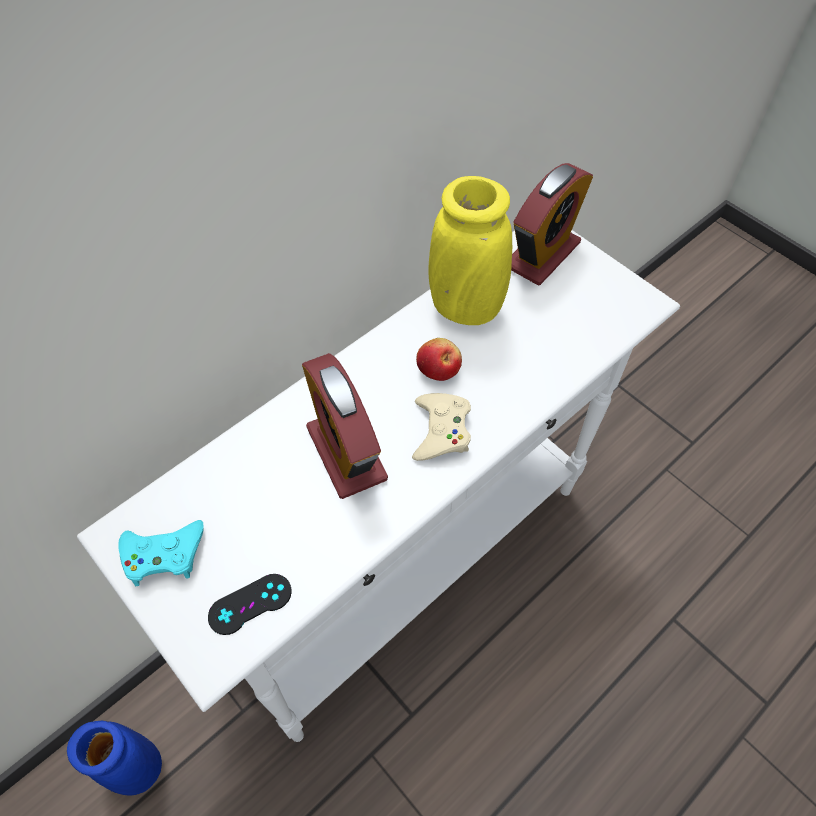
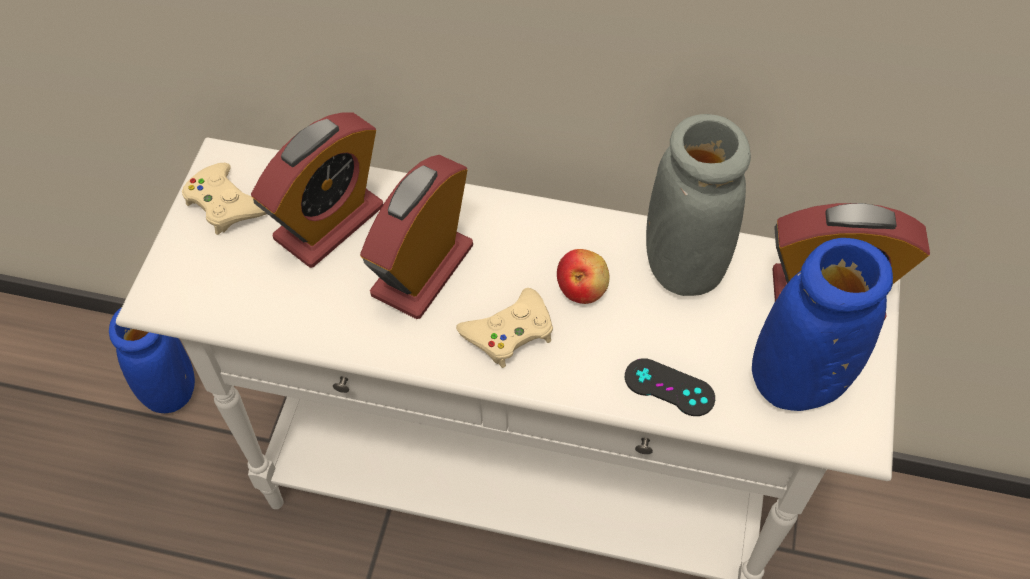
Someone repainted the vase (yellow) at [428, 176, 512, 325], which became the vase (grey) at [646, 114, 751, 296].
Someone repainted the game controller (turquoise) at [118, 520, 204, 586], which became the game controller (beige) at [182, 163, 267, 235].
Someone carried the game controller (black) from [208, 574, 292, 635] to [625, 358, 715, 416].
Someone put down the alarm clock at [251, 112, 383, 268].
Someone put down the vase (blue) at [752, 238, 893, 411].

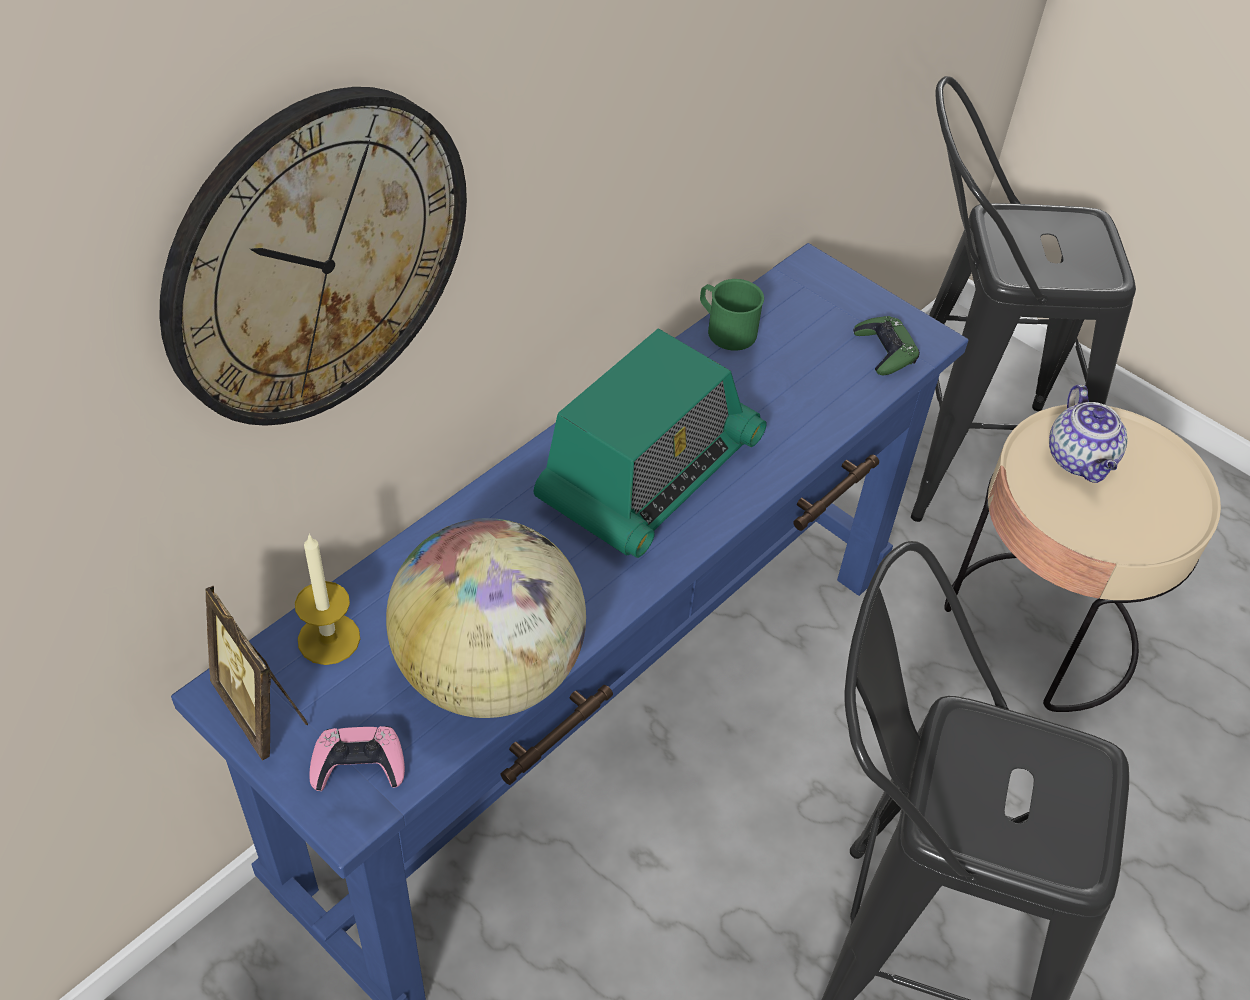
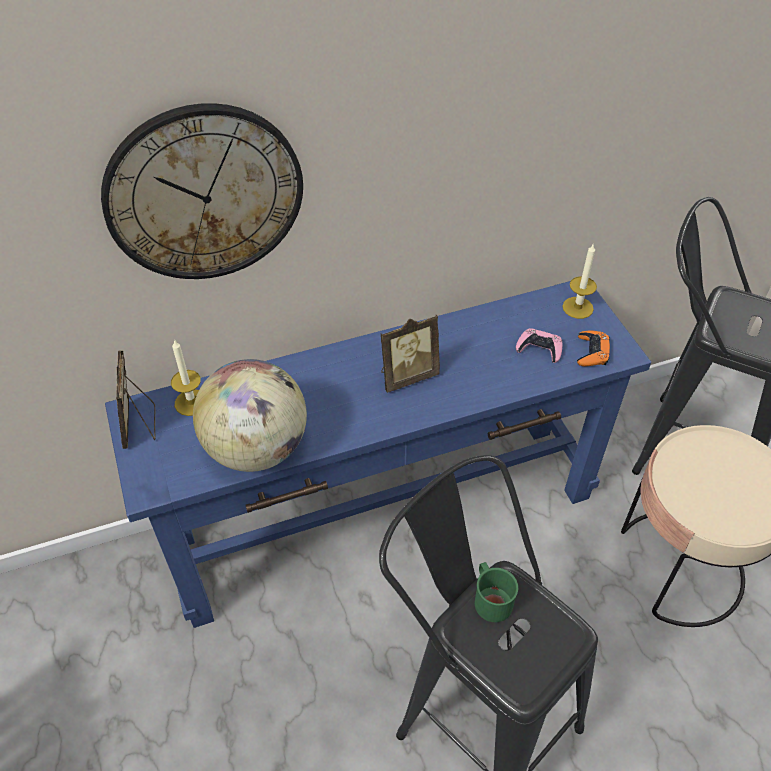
Someone carried the mug (green) from [700, 279, 764, 351] to [475, 562, 518, 622].
Someone repainted the game controller (green) at [853, 316, 920, 375], which became the game controller (orange) at [577, 331, 610, 367].
Someone swapped the radio at [534, 328, 767, 558] for the picture frame at [381, 315, 440, 393].
Someone took away the teapot at [1049, 384, 1127, 483].
Someone carried the game controller (pink) from [310, 726, 405, 791] to [516, 328, 562, 363].
Someone put down the candle at [562, 244, 597, 319].

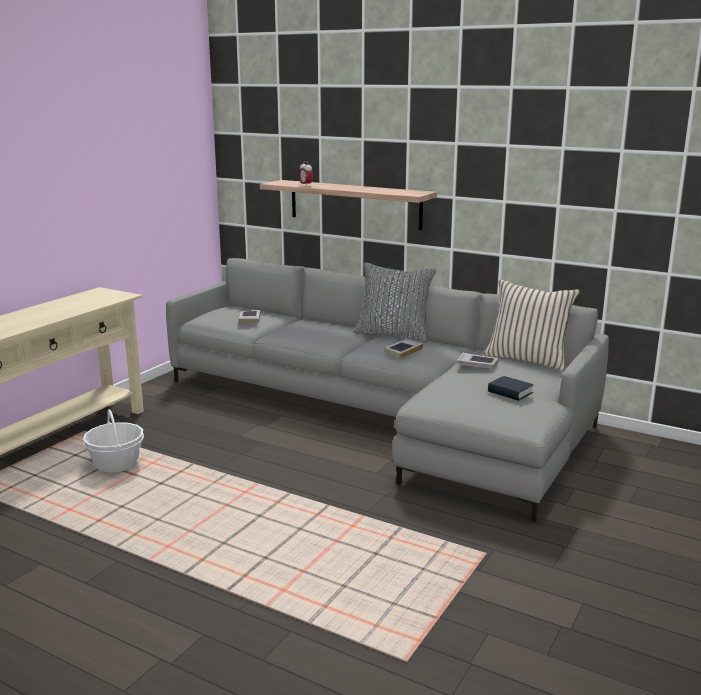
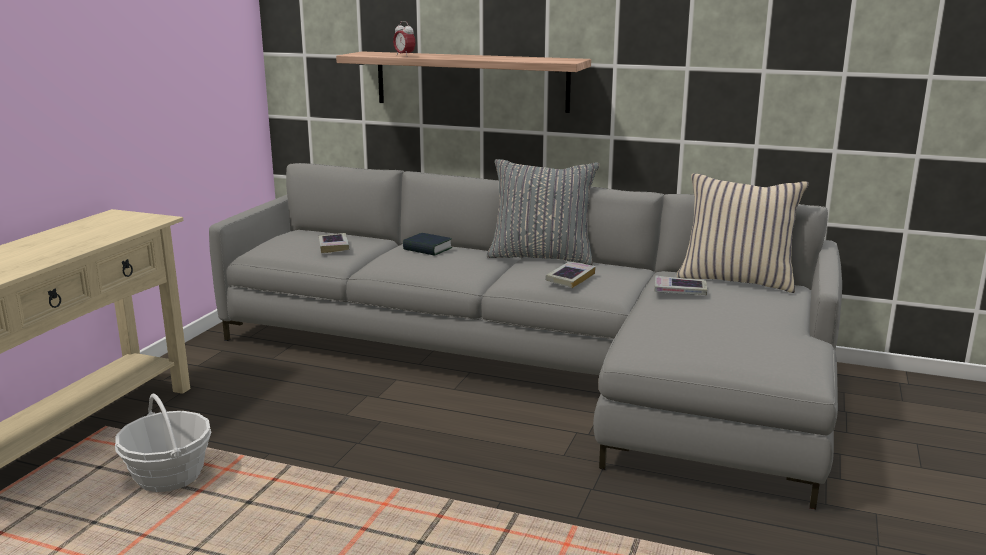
Someone carried the book from [488, 376, 534, 401] to [403, 233, 452, 256].

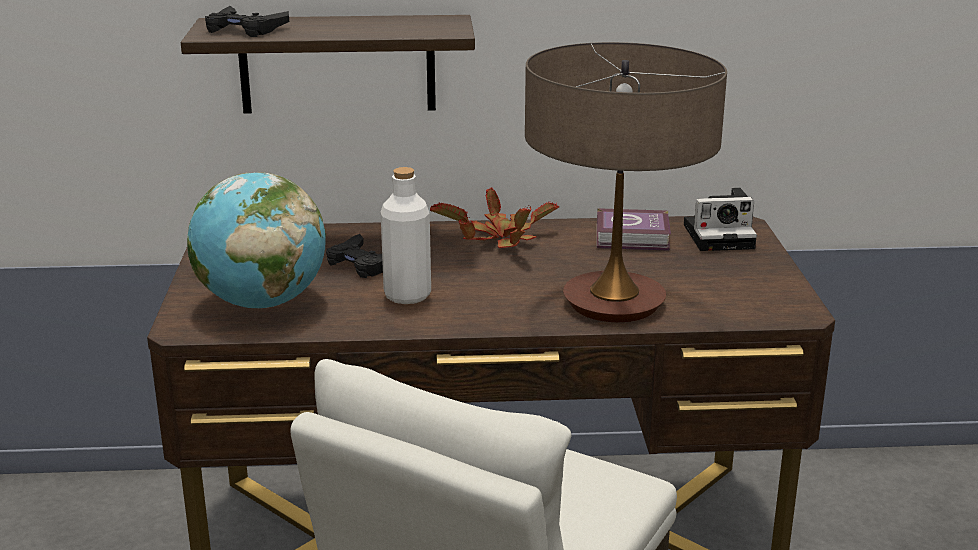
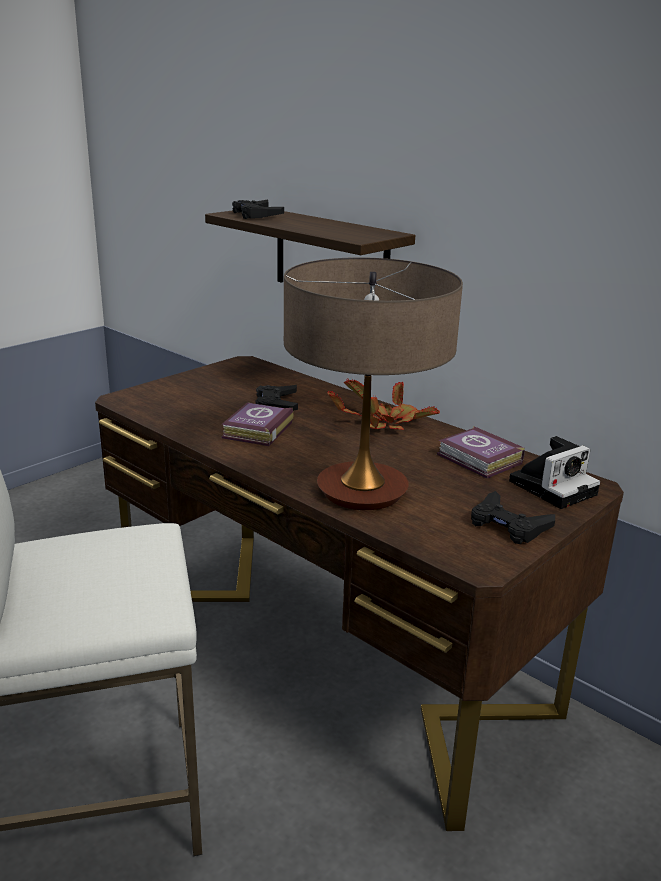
Someone swapped the bottle (white) at [381, 167, 431, 304] for the book at [221, 402, 293, 446].
Someone took away the globe at [187, 172, 326, 308].
Someone rotated the photo camera at [684, 187, 757, 251] by 75 degrees counterclockwise.
Someone put down the game controller (black) at [471, 491, 555, 544].

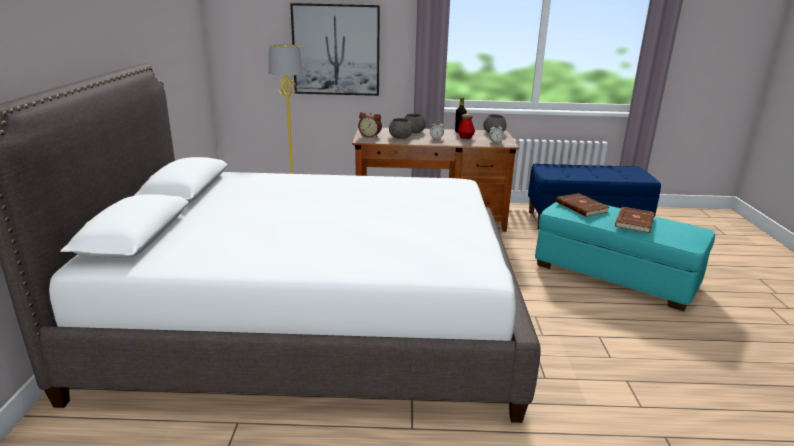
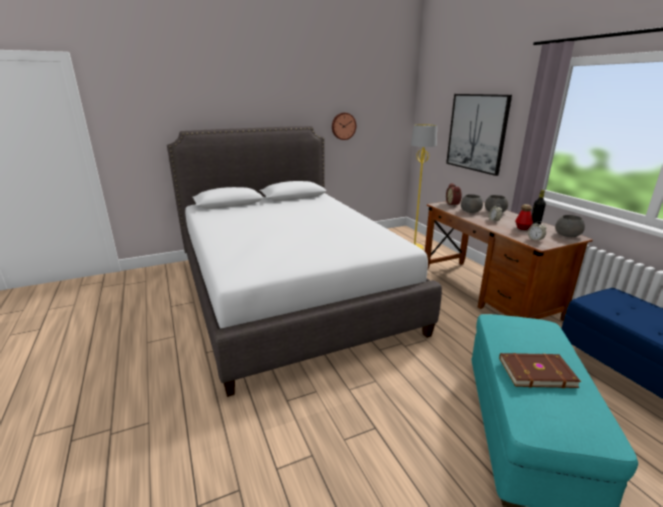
Someone took away the book (brown) at [556, 193, 610, 217].
Someone put up the wall clock at [332, 113, 356, 140].

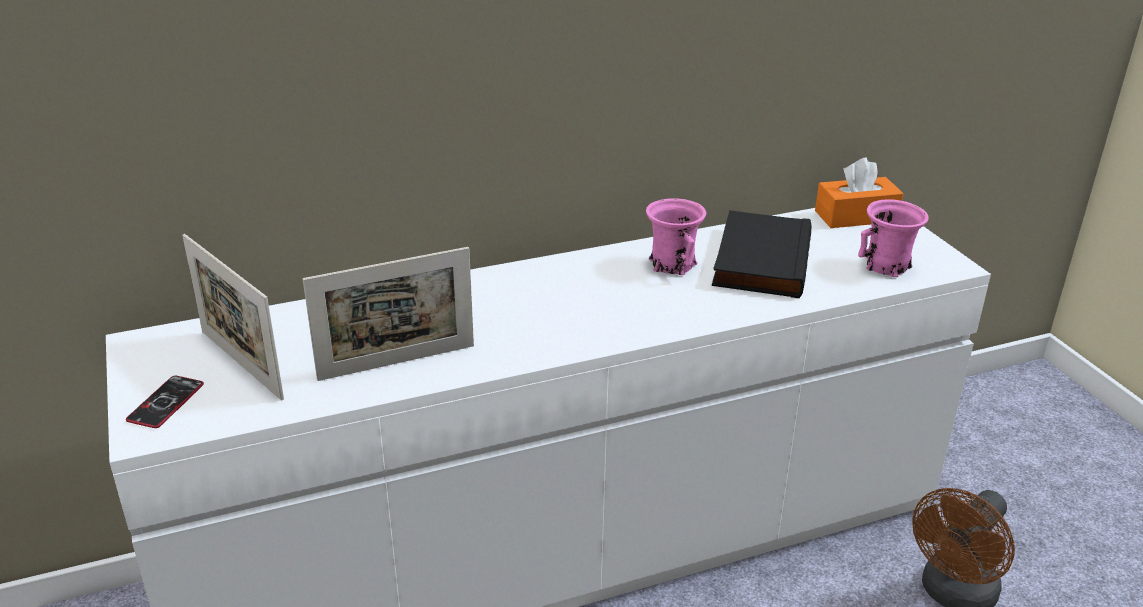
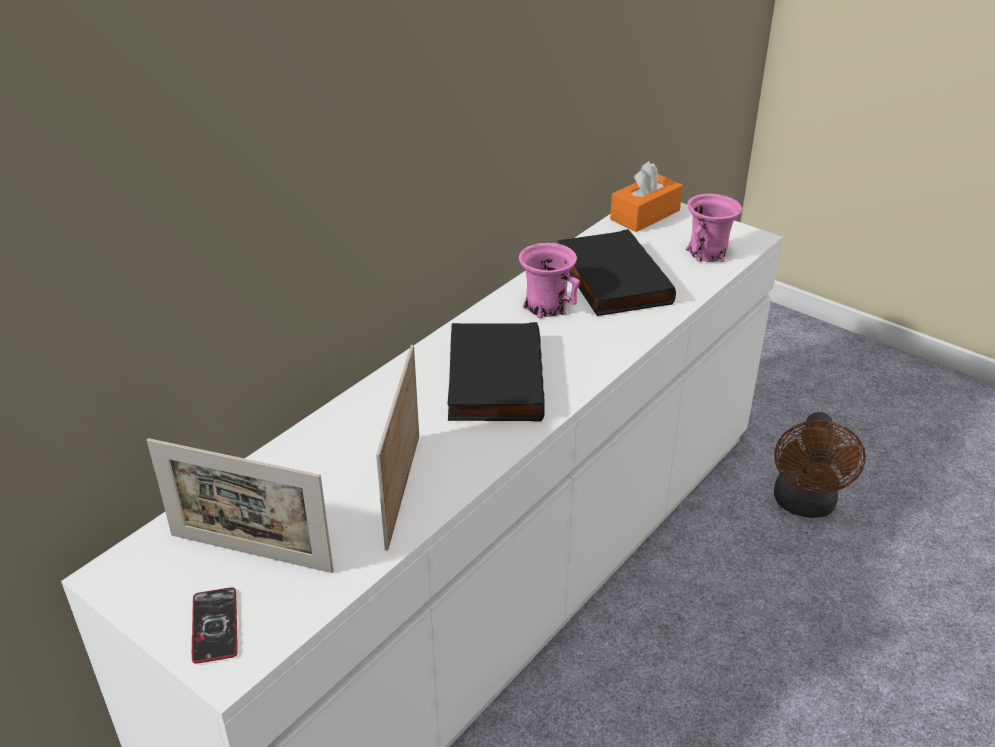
Someone rotated the picture frame at [303, 247, 474, 381] by 150 degrees clockwise.
Someone put down the book (black) at [447, 322, 545, 421].

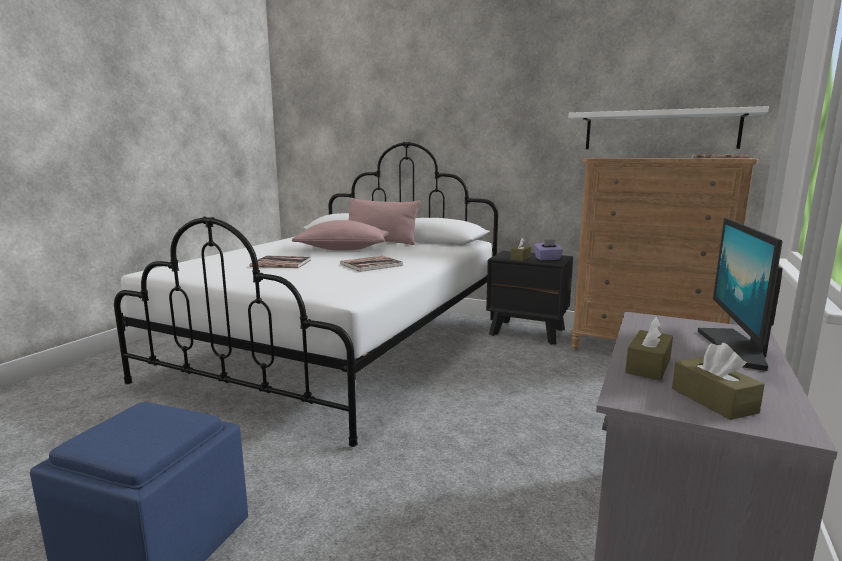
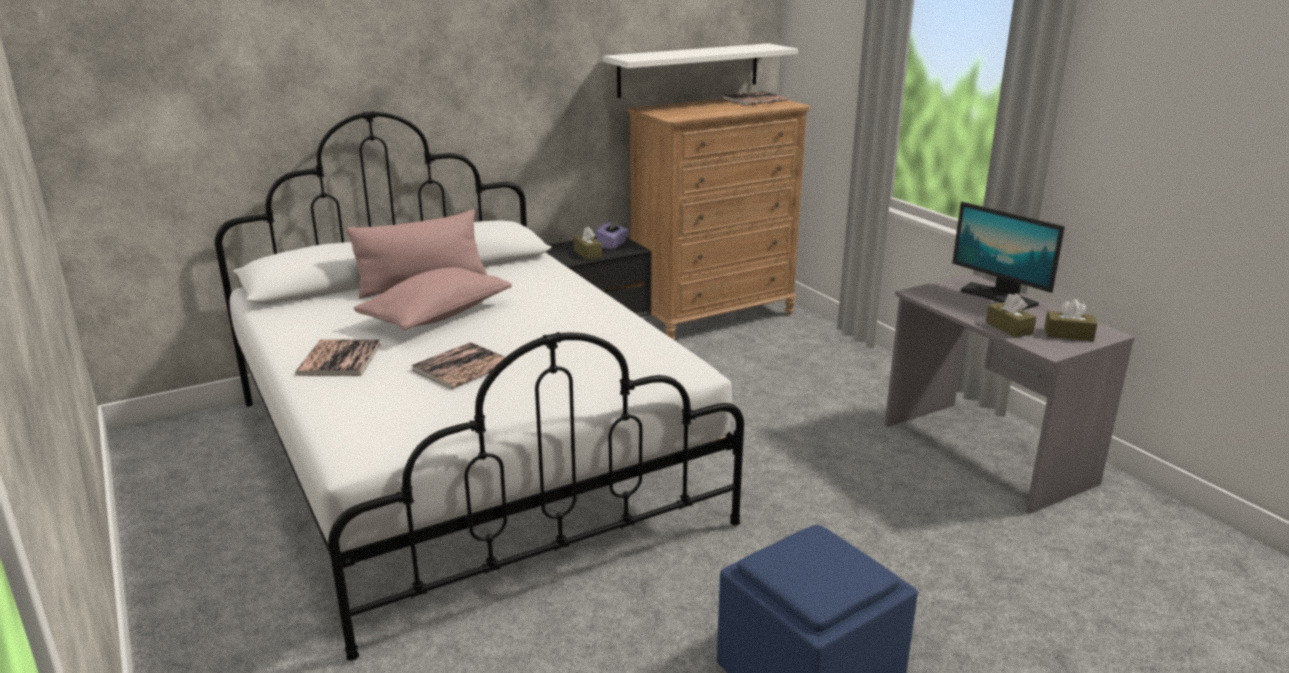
Someone carried the book from [340, 256, 404, 272] to [295, 339, 381, 376].

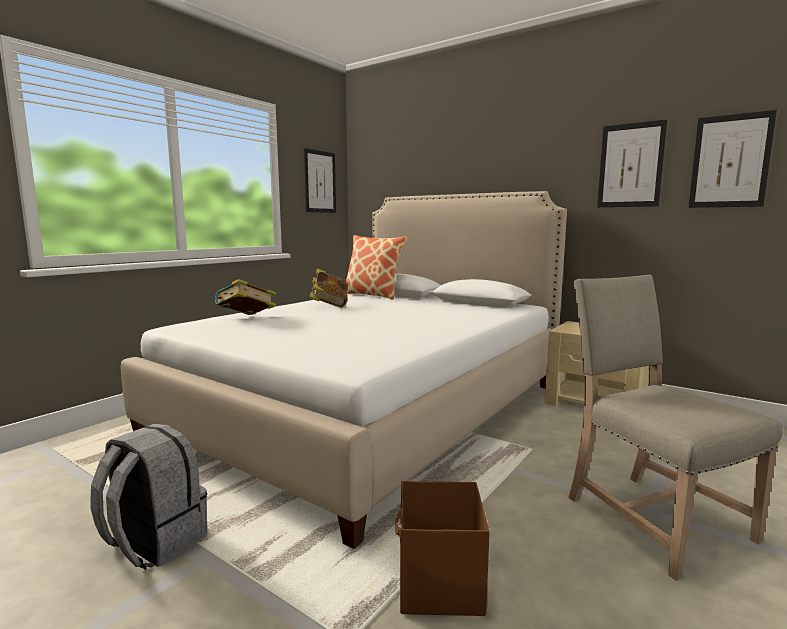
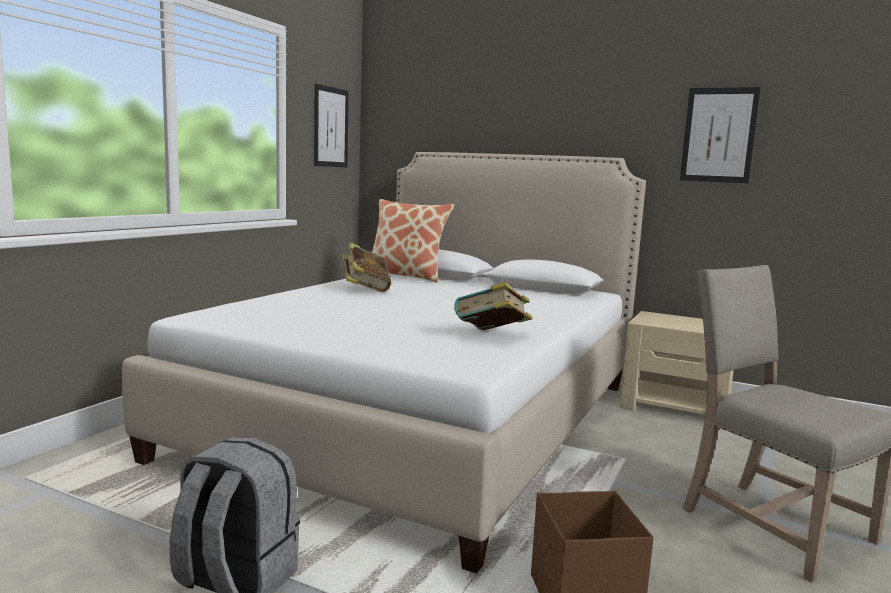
Someone took away the picture at [688, 110, 777, 208].
Someone carried the book from [213, 279, 276, 315] to [454, 282, 533, 330].

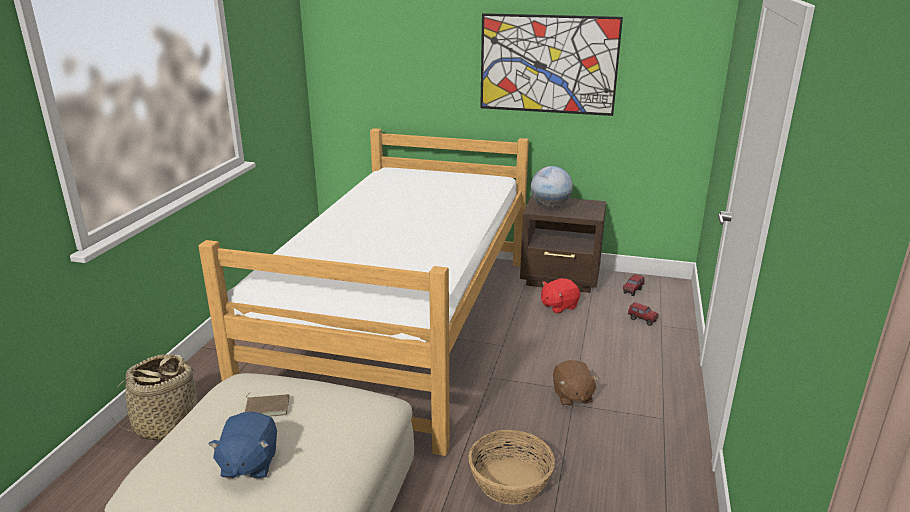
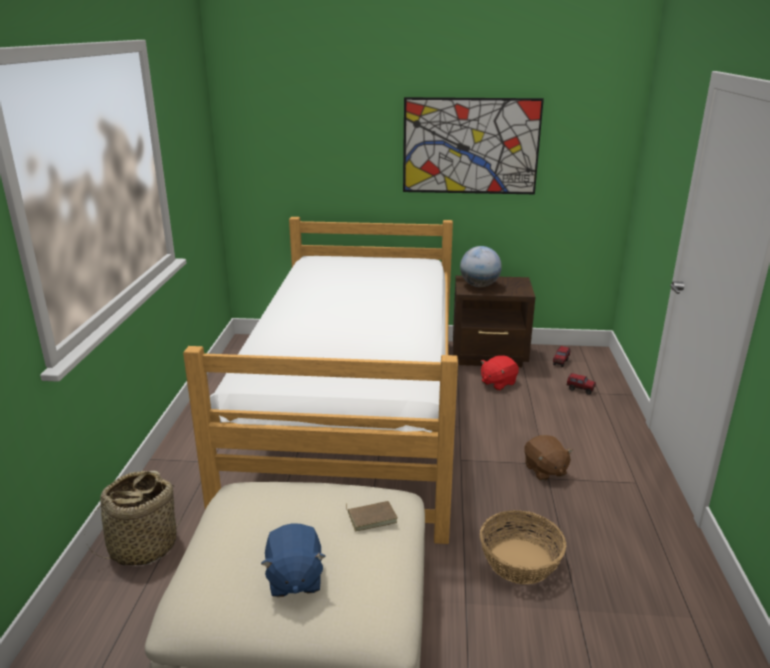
Someone carried the book (brown) from [245, 394, 289, 417] to [346, 501, 398, 531].

